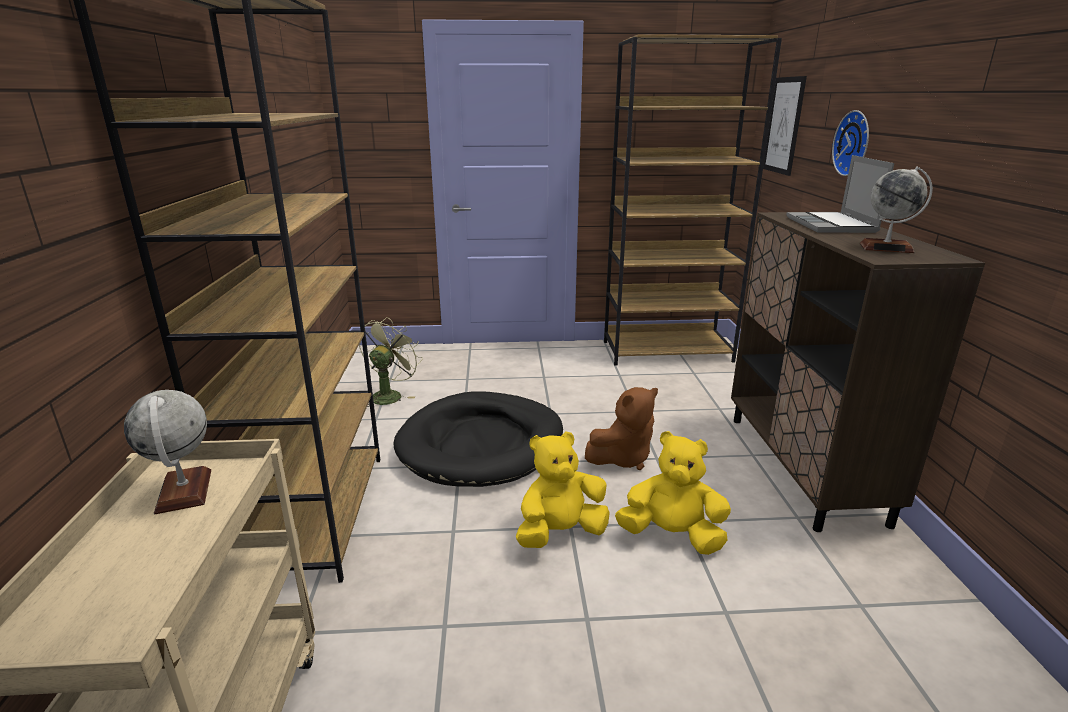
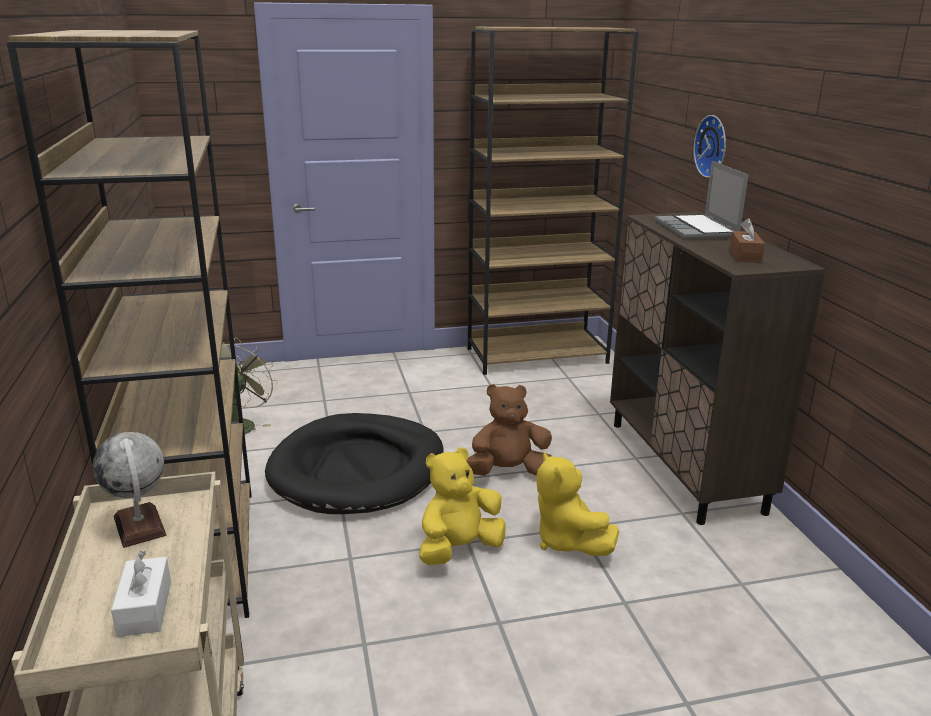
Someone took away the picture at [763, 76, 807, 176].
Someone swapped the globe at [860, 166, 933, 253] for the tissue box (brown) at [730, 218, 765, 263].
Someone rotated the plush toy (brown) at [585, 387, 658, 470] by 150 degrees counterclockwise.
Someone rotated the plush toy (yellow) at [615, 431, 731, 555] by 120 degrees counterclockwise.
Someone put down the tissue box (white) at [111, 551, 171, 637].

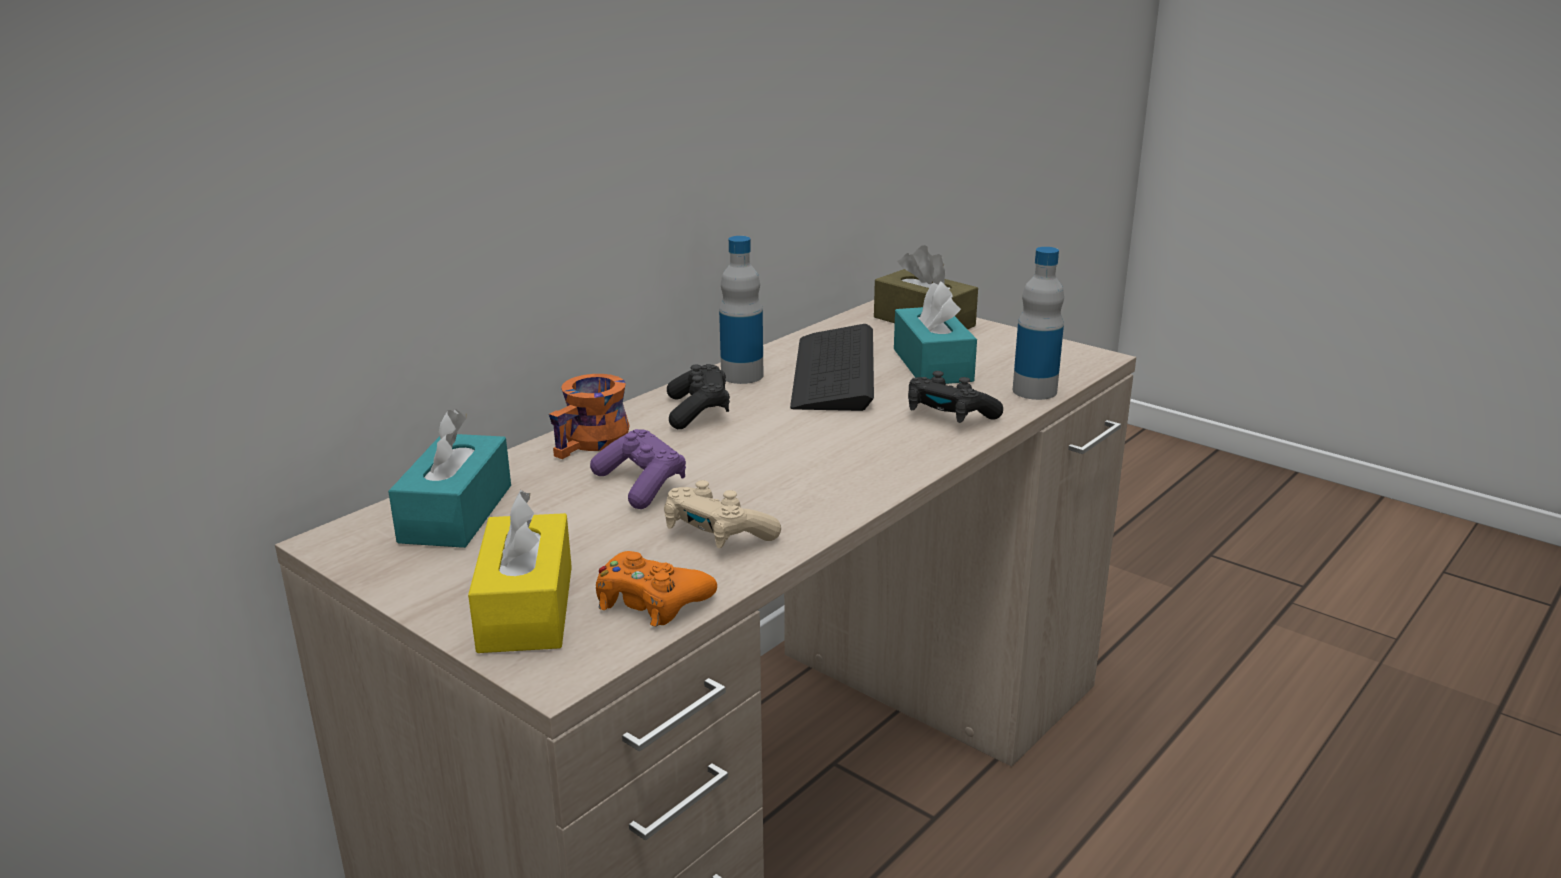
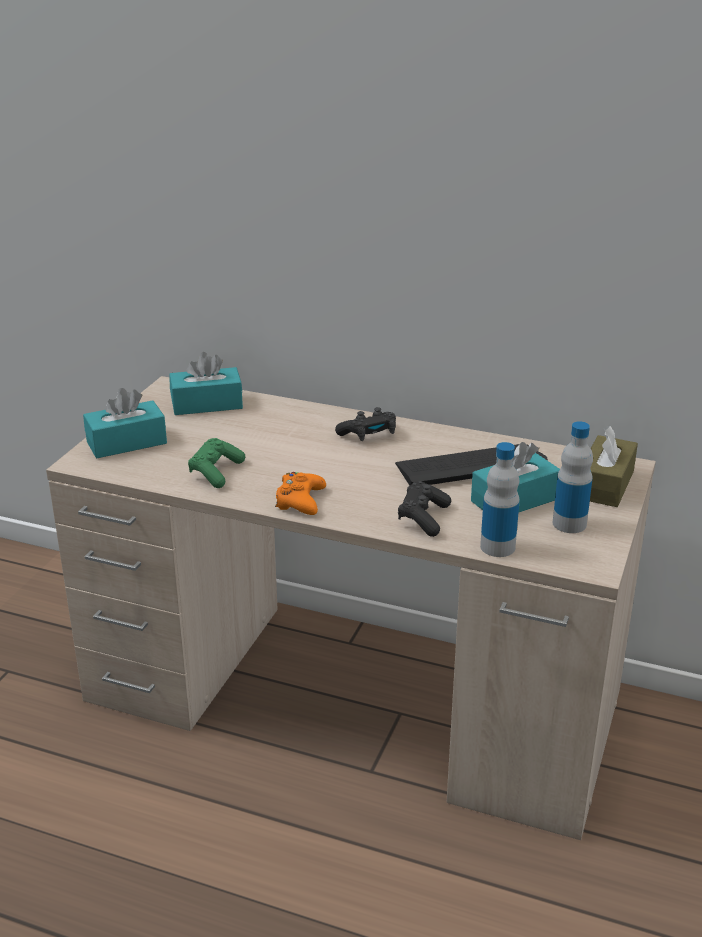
Someone carried the bottle from [719, 236, 764, 384] to [553, 421, 593, 533].
Someone took away the mug (orange) at [549, 374, 630, 459].
Someone took away the game controller (purple) at [590, 429, 686, 509].
Someone repainted the game controller (beige) at [664, 480, 781, 548], which became the game controller (green) at [188, 438, 245, 488].
Someone repainted the tissue box (yellow) at [468, 490, 572, 653], which became the tissue box (turquoise) at [83, 388, 167, 458].
Someone carried the game controller (orange) from [596, 551, 717, 627] to [275, 472, 326, 515].

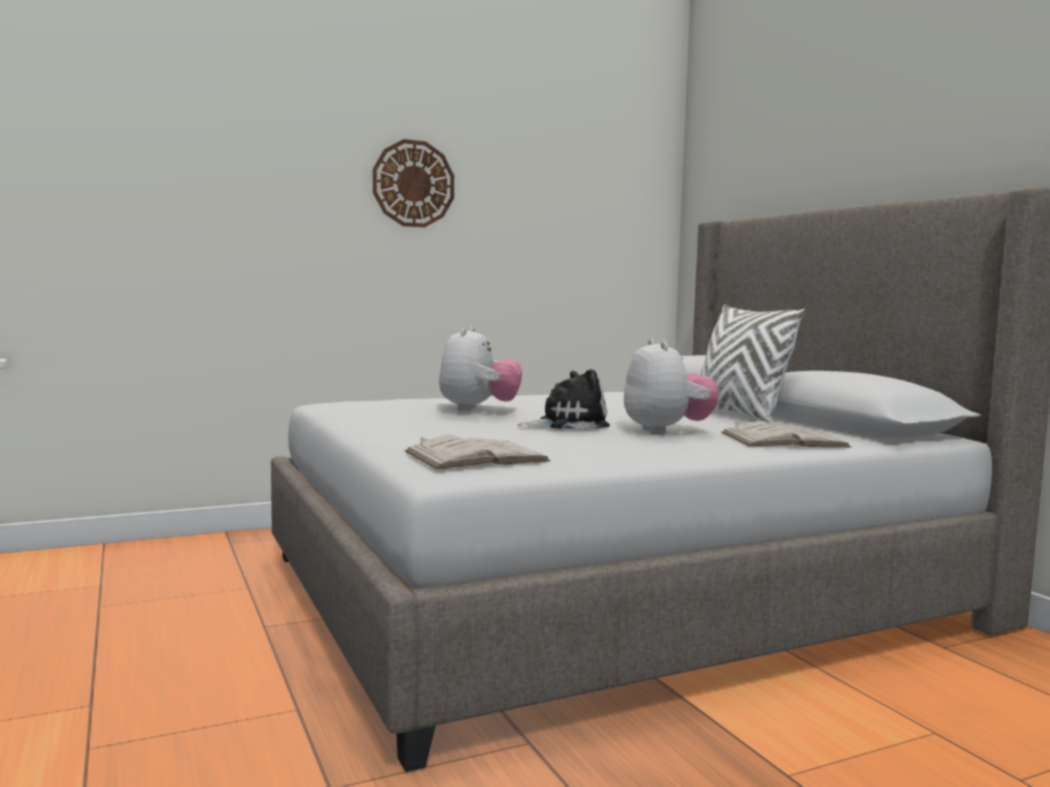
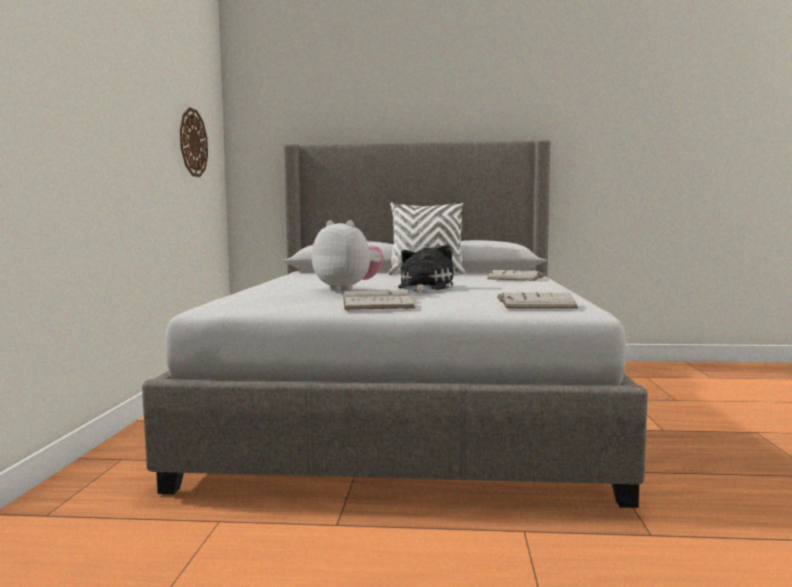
Someone carried the wall clock from [373, 139, 454, 227] to [180, 107, 208, 177].
Someone took away the plush toy at [624, 339, 718, 435].
Someone put down the book (white) at [343, 288, 415, 310].

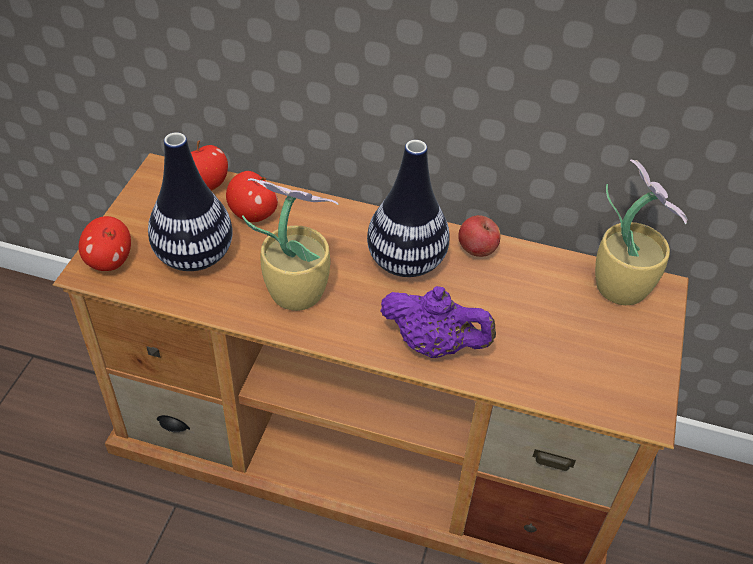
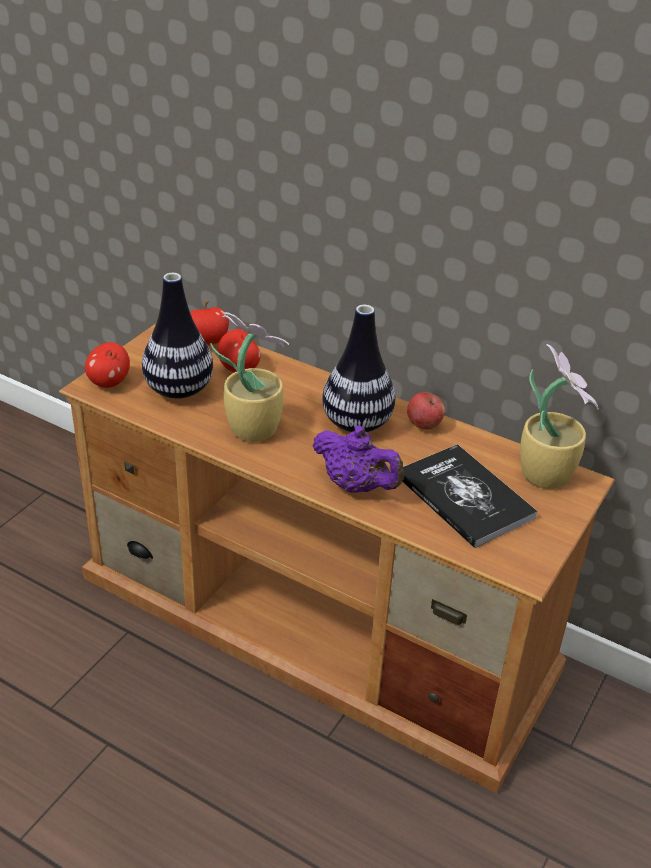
Someone put down the book at [402, 444, 538, 548].

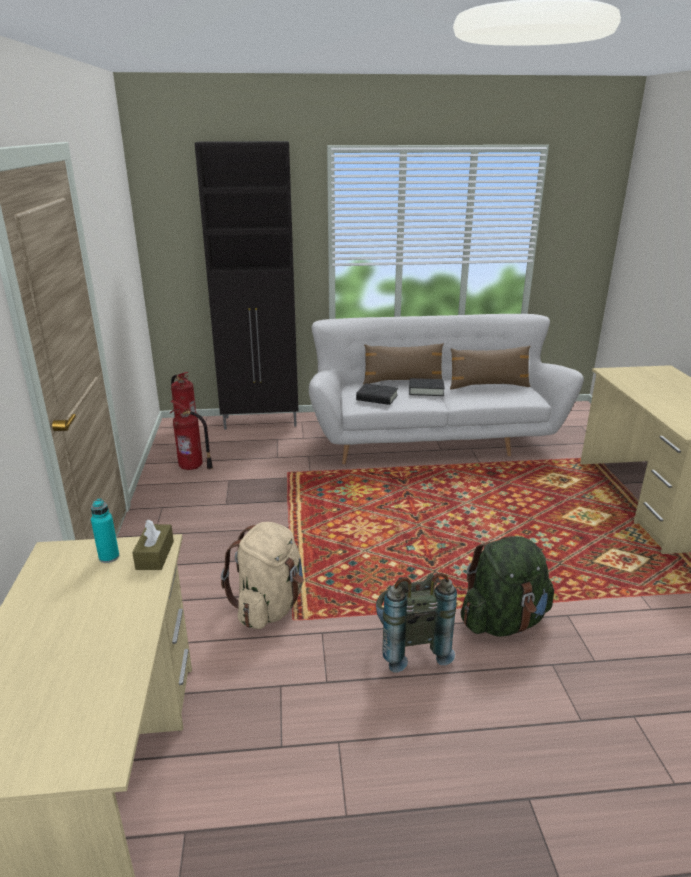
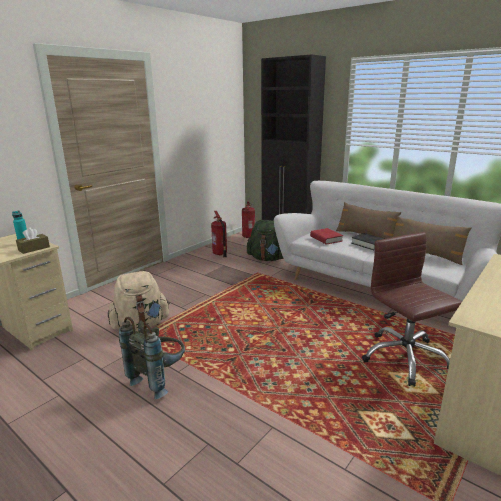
Someone repainted the book (black) at [356, 383, 398, 405], which became the book (red) at [310, 228, 343, 245].
Someone carried the backpack (green) from [461, 536, 554, 637] to [247, 220, 284, 261].
Someone put down the office chair (brown) at [362, 232, 462, 387].

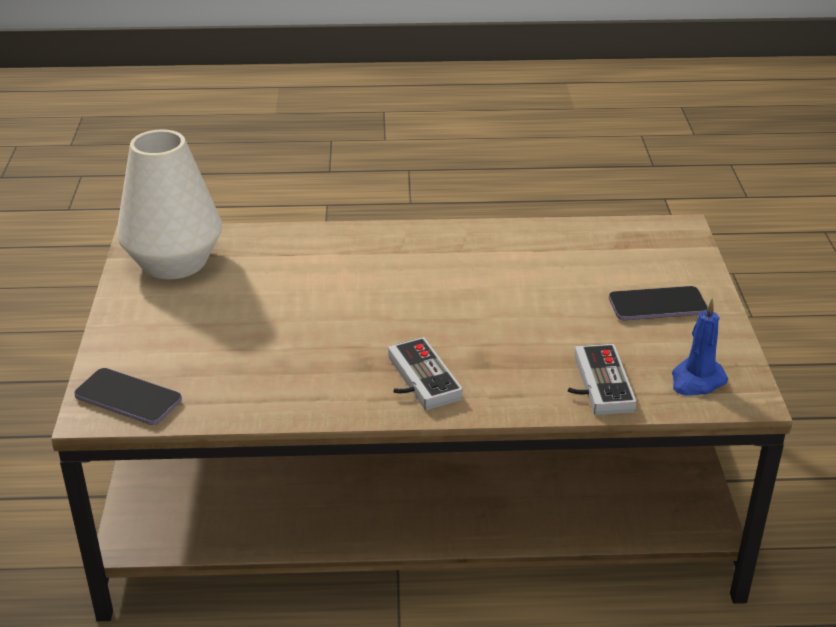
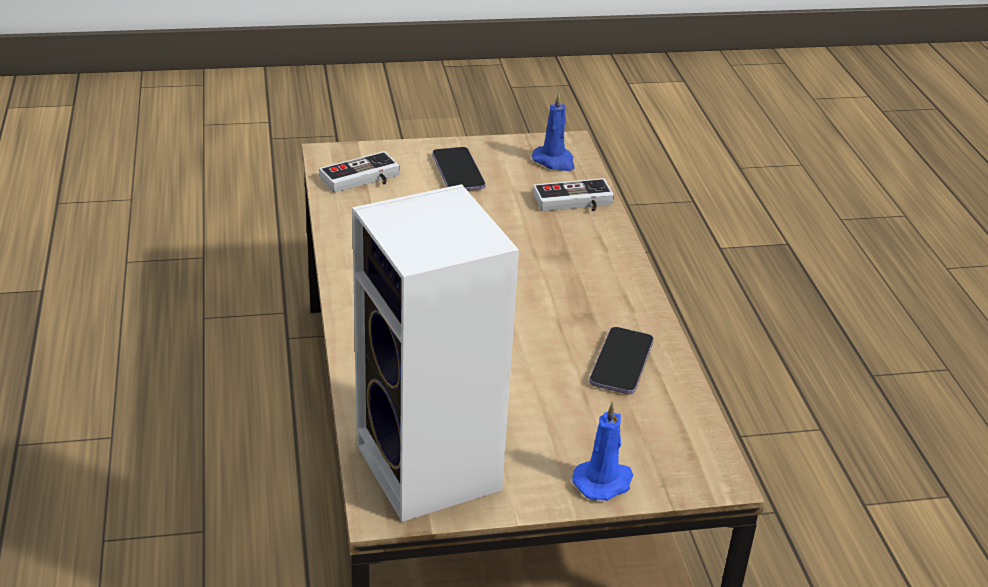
Someone swapped the vase (white) at [117, 130, 222, 279] for the speaker at [352, 184, 519, 522].
Someone carried the game controller from [388, 337, 463, 410] to [319, 151, 400, 193].
Someone carried the phone from [74, 368, 182, 425] to [589, 327, 654, 394].
Someone put down the candle (blue) at [572, 401, 633, 501].

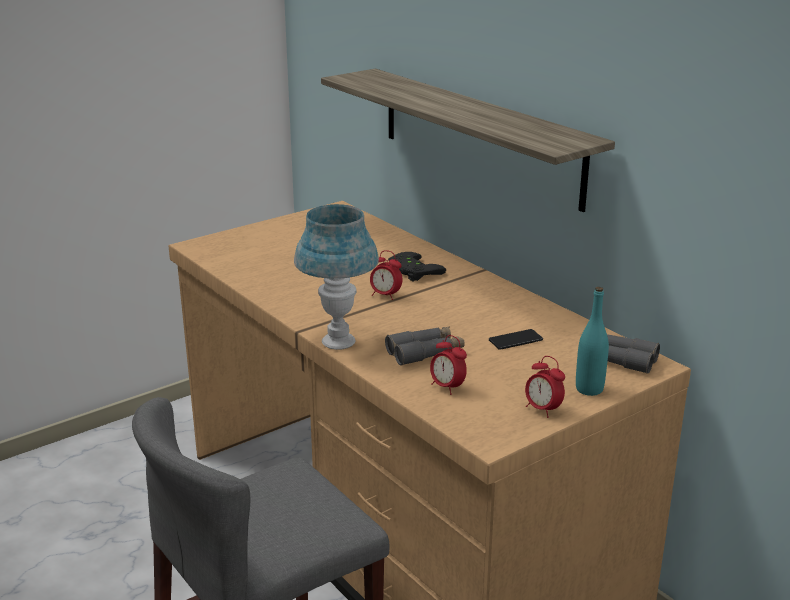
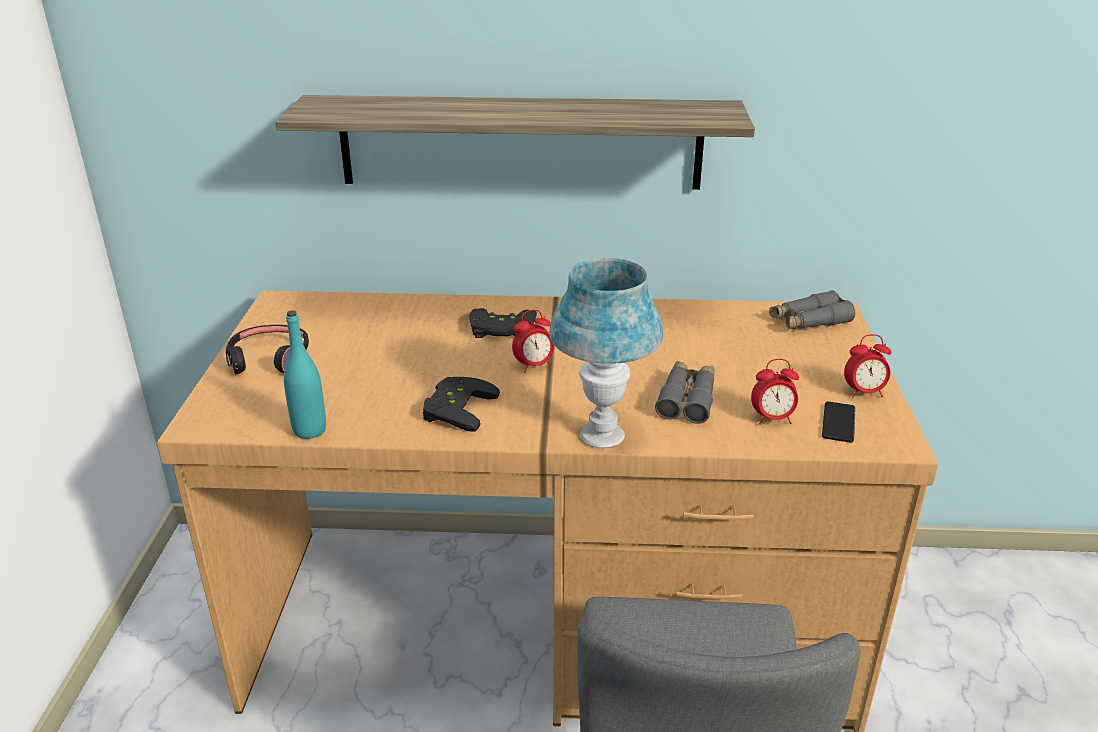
Someone carried the bottle (turquoise) from [576, 287, 609, 396] to [284, 310, 326, 439].
Someone carried the phone from [489, 329, 543, 350] to [822, 401, 855, 443].
Someone put down the headphones (black) at [226, 325, 309, 374].
Someone put down the game controller (black) at [423, 377, 500, 432].

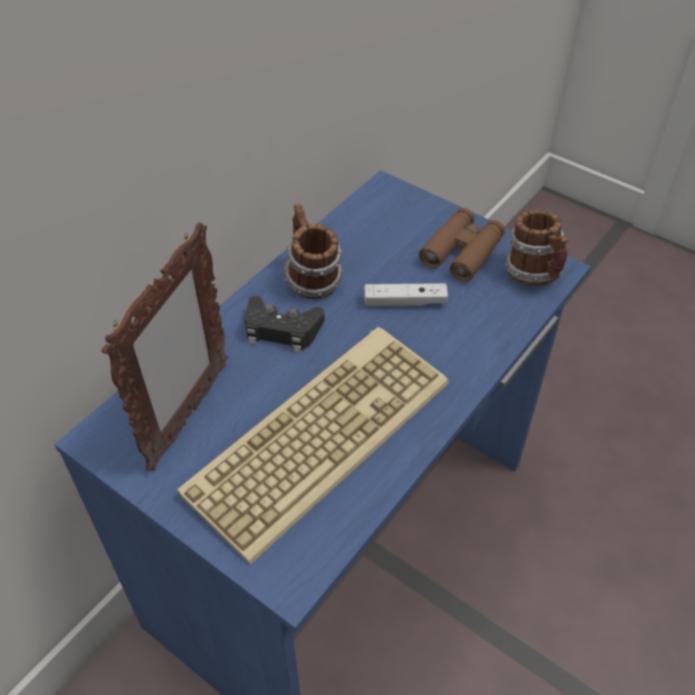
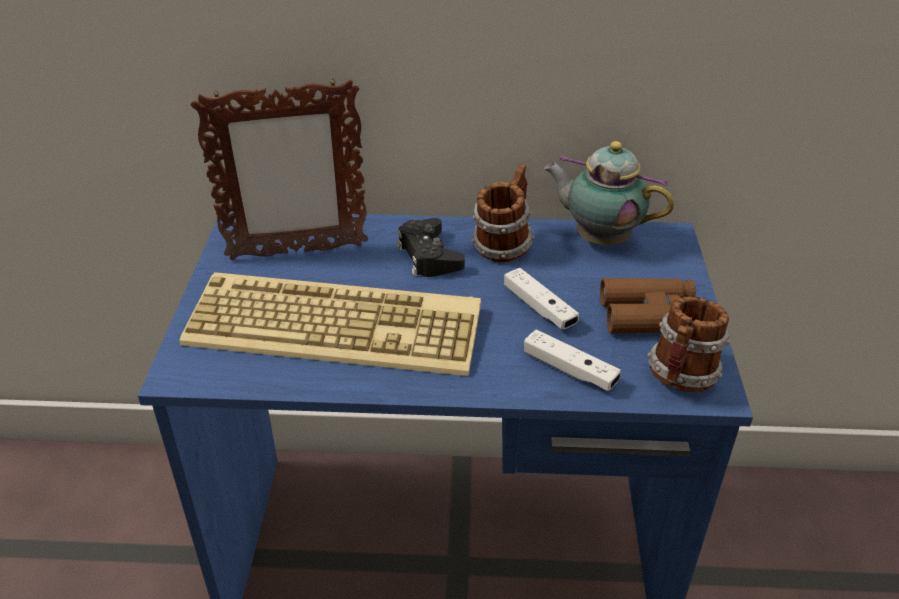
Someone put down the teapot at [544, 141, 674, 245].
Someone put down the game controller (white) at [524, 329, 621, 391].

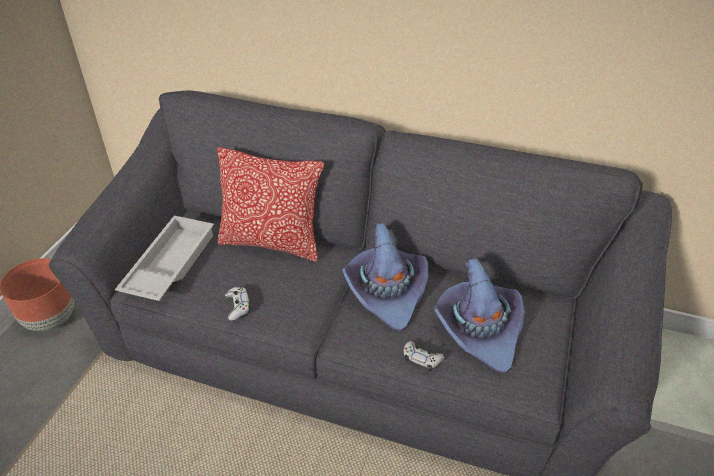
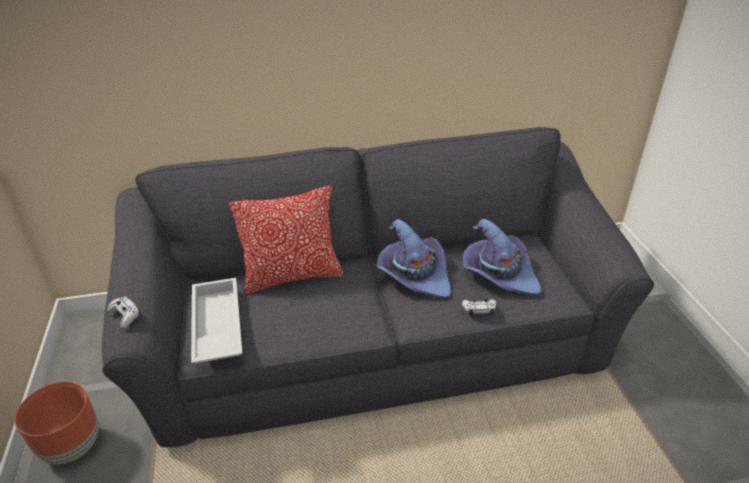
Someone carried the game controller (white) from [225, 287, 251, 321] to [107, 297, 140, 328].

